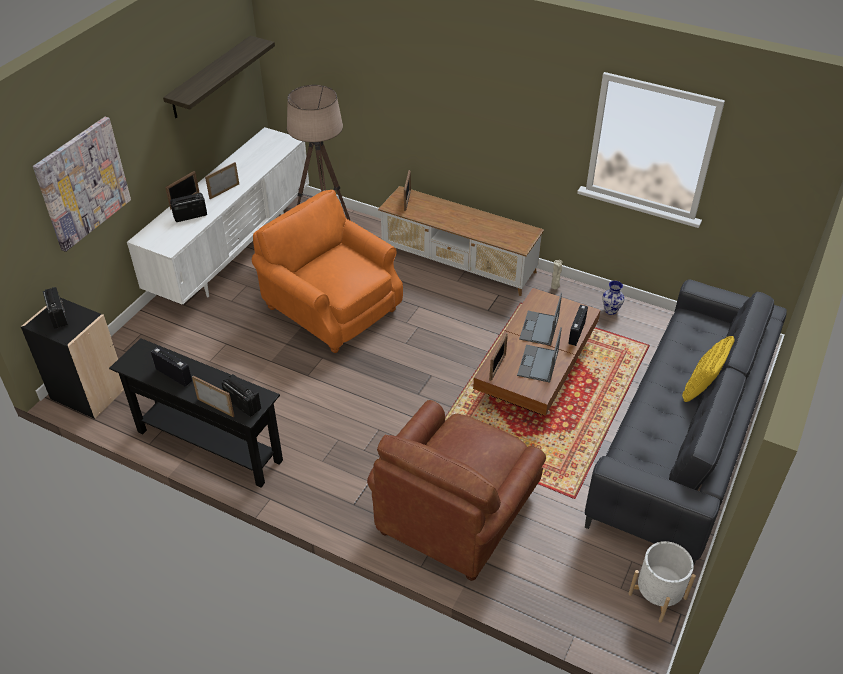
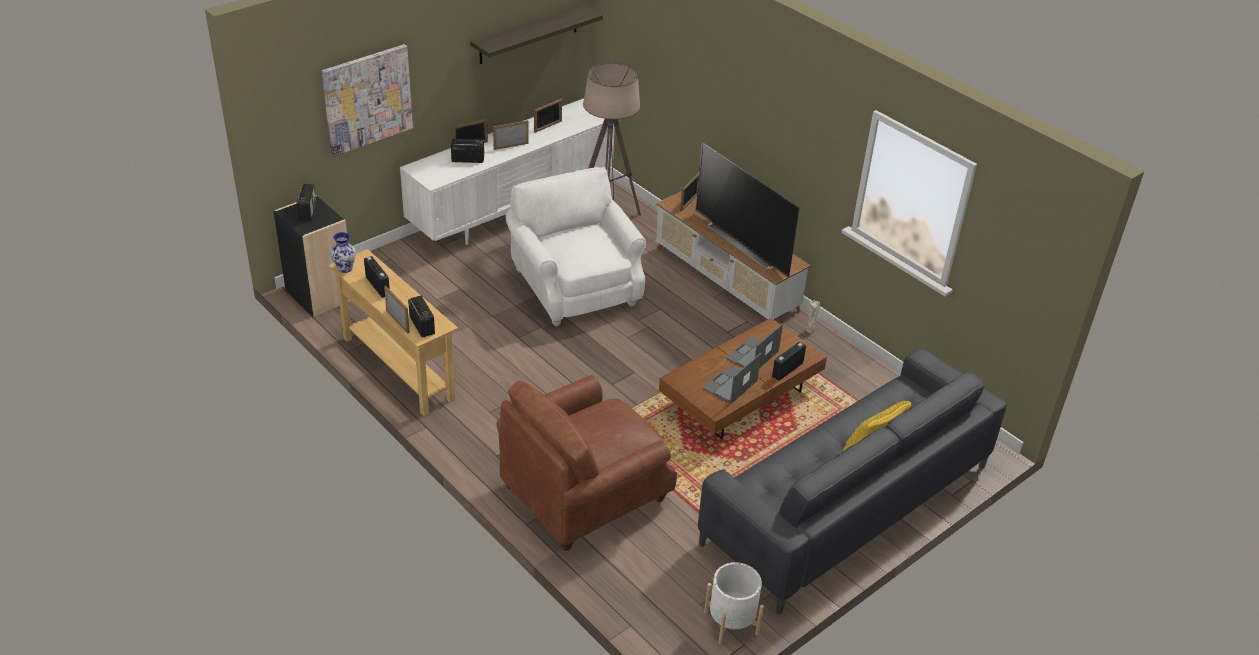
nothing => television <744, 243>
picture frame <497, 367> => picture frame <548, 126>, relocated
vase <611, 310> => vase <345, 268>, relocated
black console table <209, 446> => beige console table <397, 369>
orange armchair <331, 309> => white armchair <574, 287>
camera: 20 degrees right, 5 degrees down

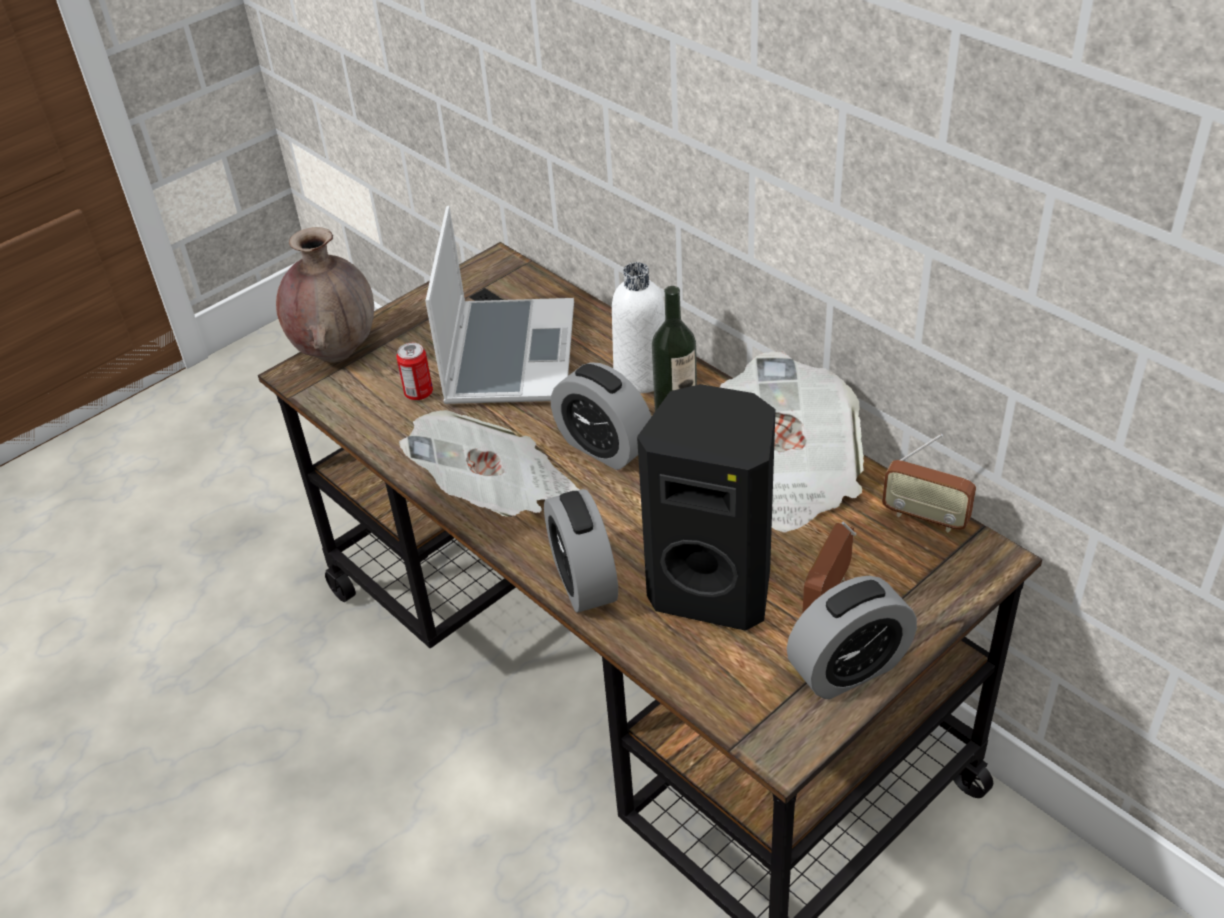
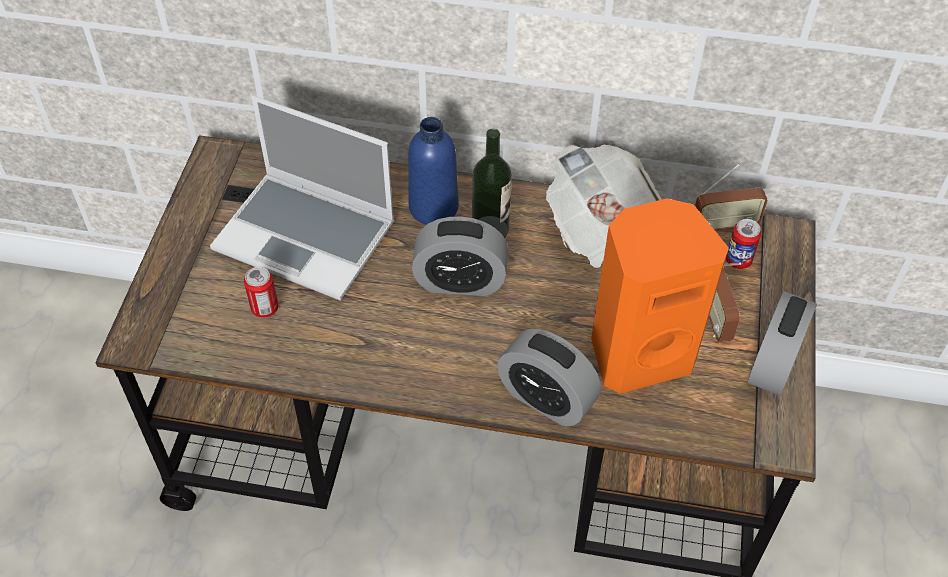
brown vase <336, 351> => nothing
newspaper <497, 495> => nothing
nothing => can <738, 260>
white bottle <641, 376> => blue bottle <433, 207>
black speaker <714, 587> => orange speaker <639, 353>
laptop <508, 353> => laptop <308, 236>, 150 degrees clockwise
camera: 40 degrees left, 10 degrees up

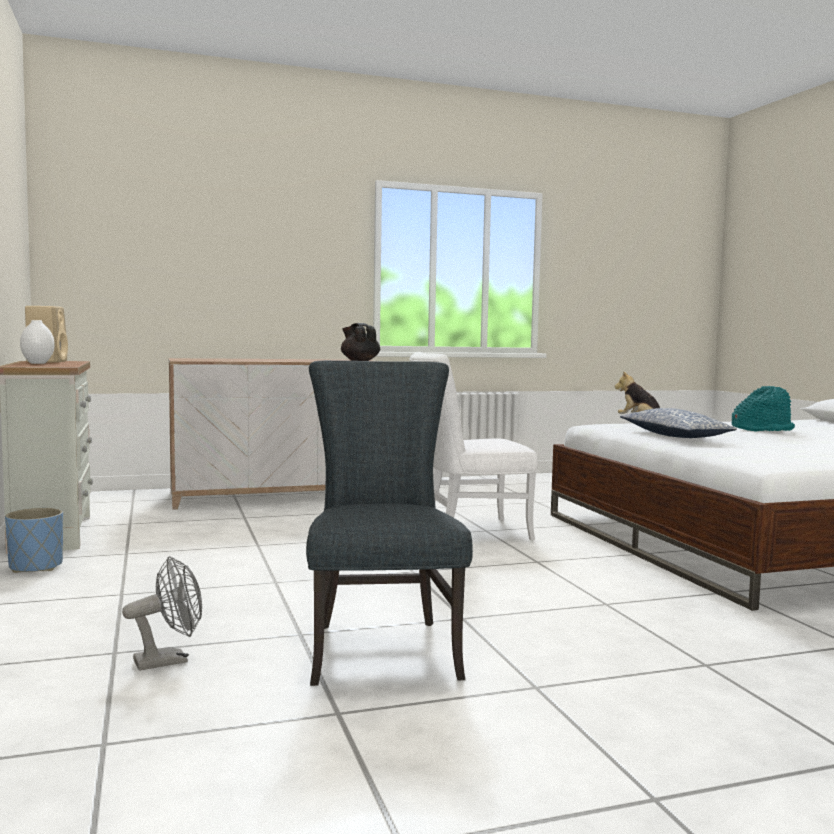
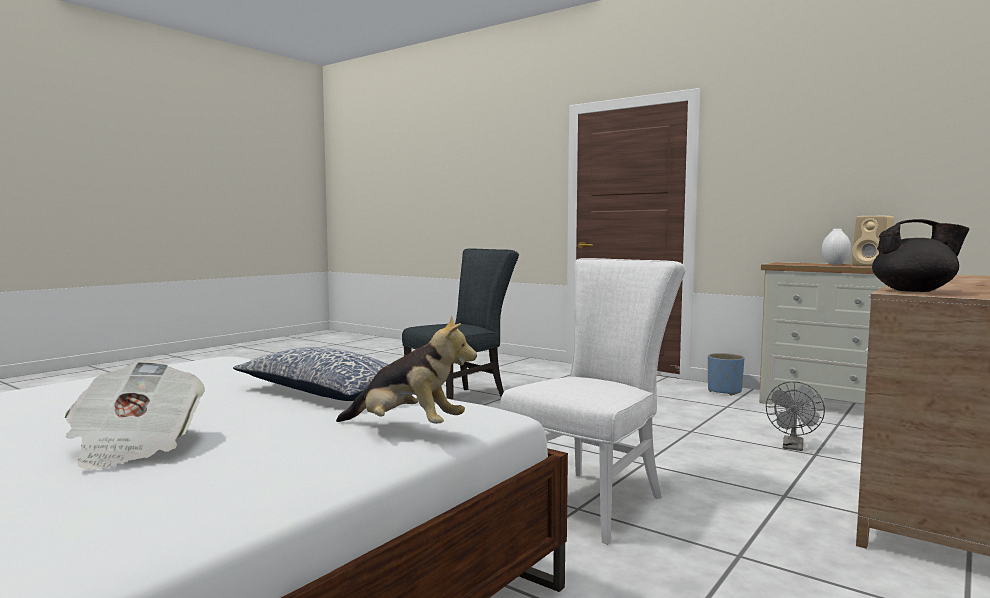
grey fan <169, 660> => grey fan <793, 447>, relocated
turquoise hat <762, 429> => newspaper <134, 446>
grey chair <381, 646> => grey chair <461, 400>, 90 degrees counterclockwise
camera: 145 degrees right, 0 degrees up

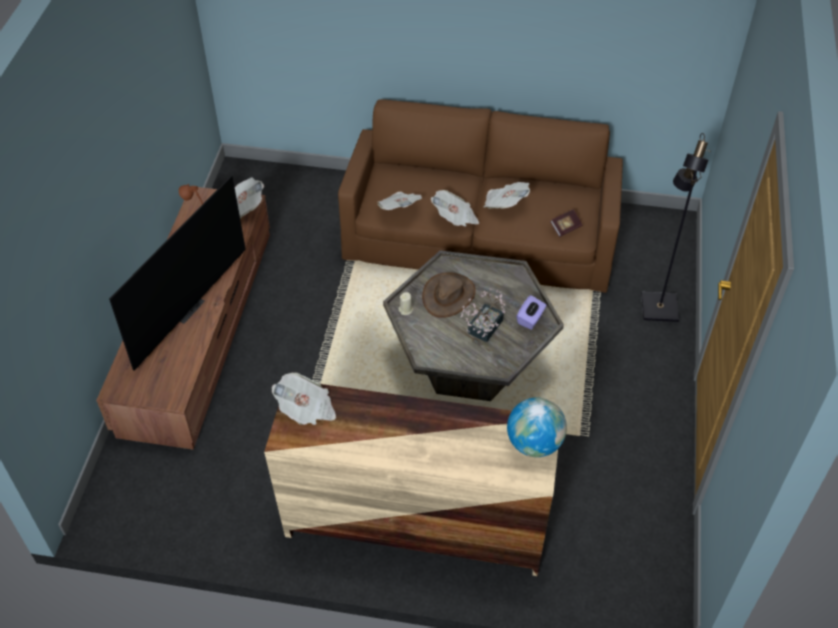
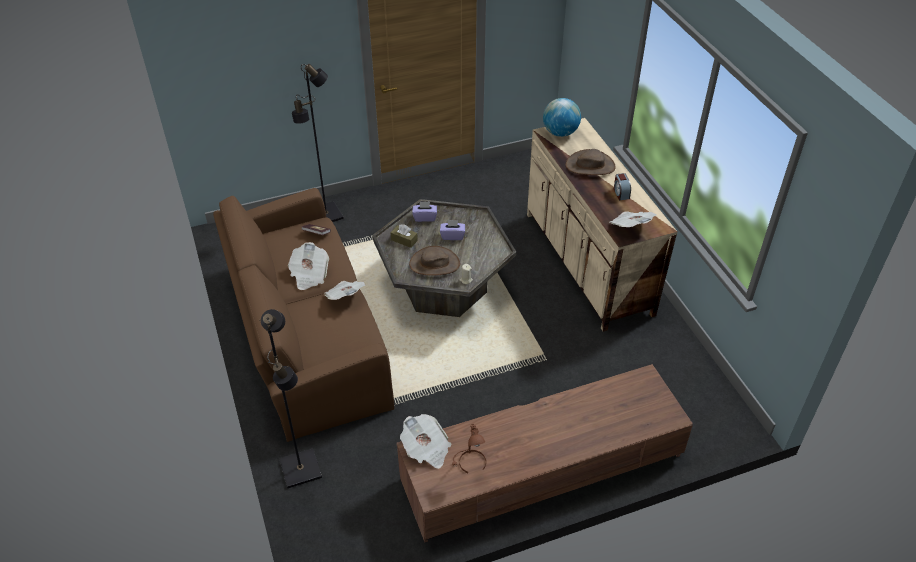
television <185, 307> => nothing
newspaper <399, 209> => nothing
nothing => black floor lamp <300, 469>
nothing => brown tissue box <404, 240>
nothing => brown hat <590, 165>
nothing => alarm clock <621, 193>
potted plant <482, 329> => purple tissue box <452, 236>
camera: 120 degrees left, 5 degrees down

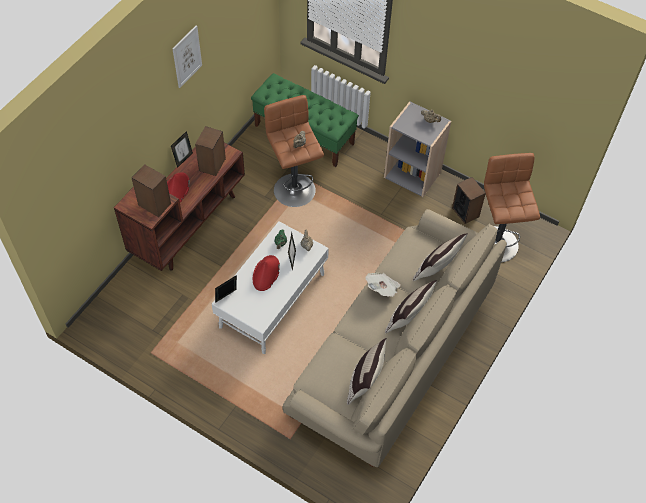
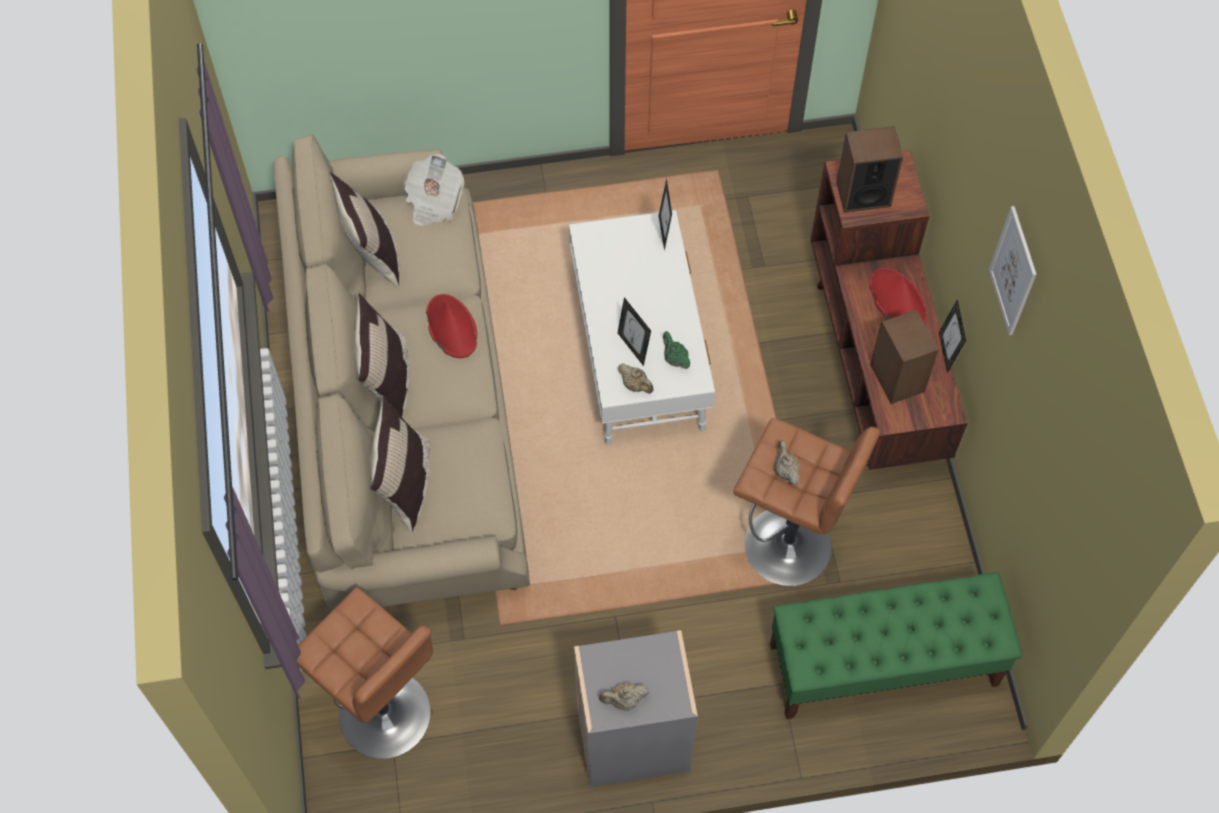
speaker <465, 212> => nothing
red hat <266, 273> => red hat <451, 327>, relocated
newspaper <383, 289> => newspaper <434, 201>, relocated
camera: 140 degrees right, 5 degrees up

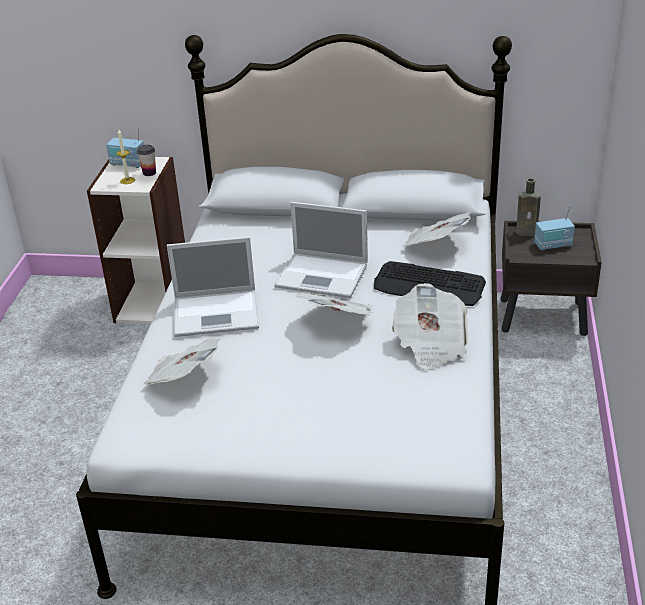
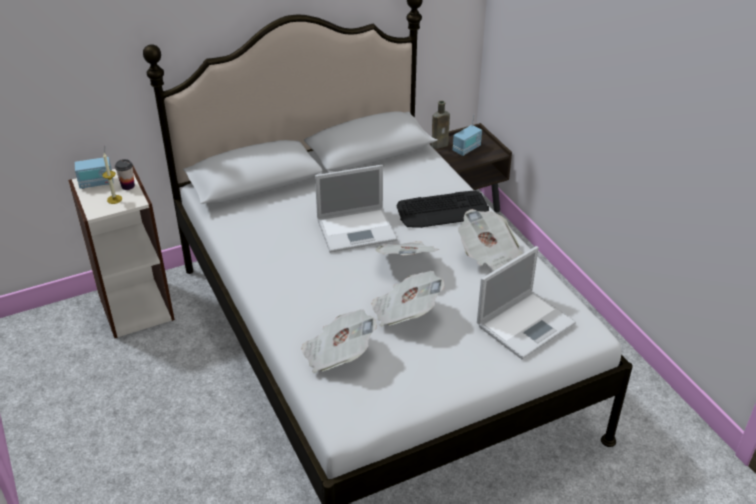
laptop <218, 313> => laptop <526, 323>, relocated
newspaper <435, 245> => newspaper <405, 312>, relocated
camera: 35 degrees left, 5 degrees up

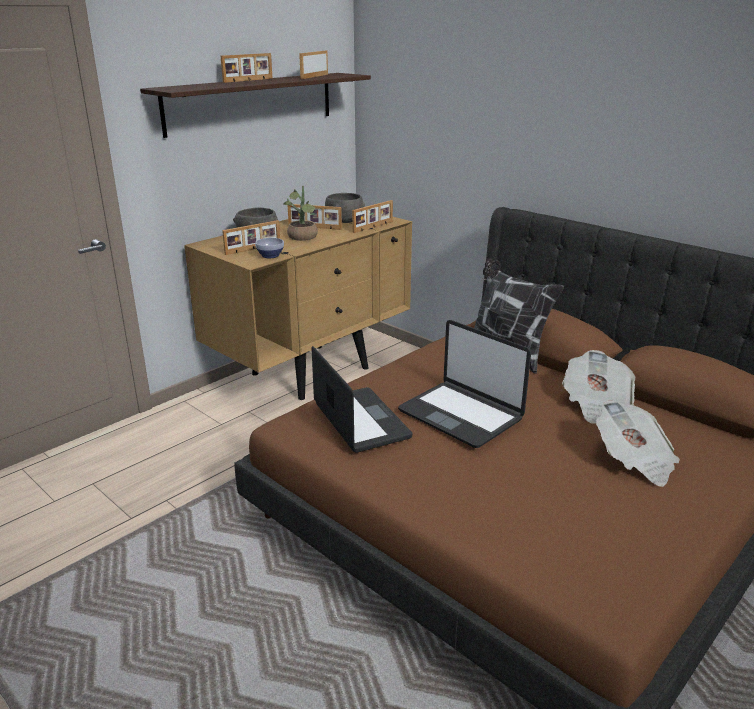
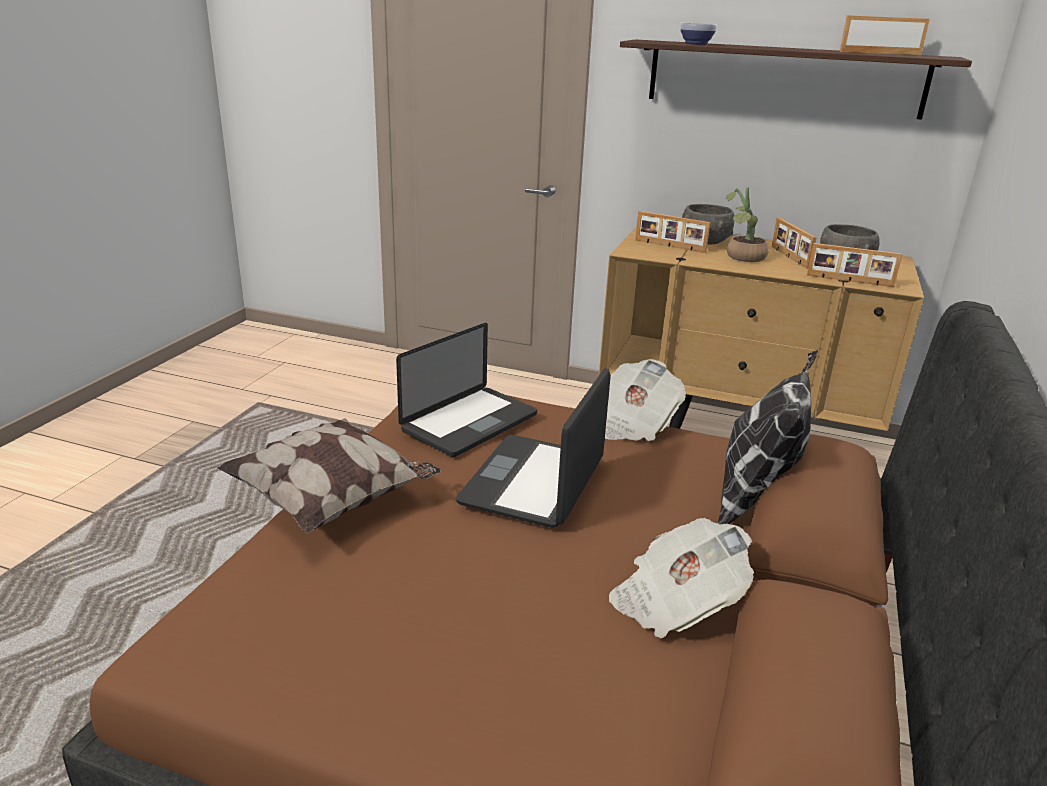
picture frame <249, 80> => nothing
nothing => pillow <333, 500>
bowl <270, 255> => bowl <697, 44>, relocated
newspaper <634, 461> => newspaper <633, 423>, relocated
camera: 65 degrees right, 0 degrees up

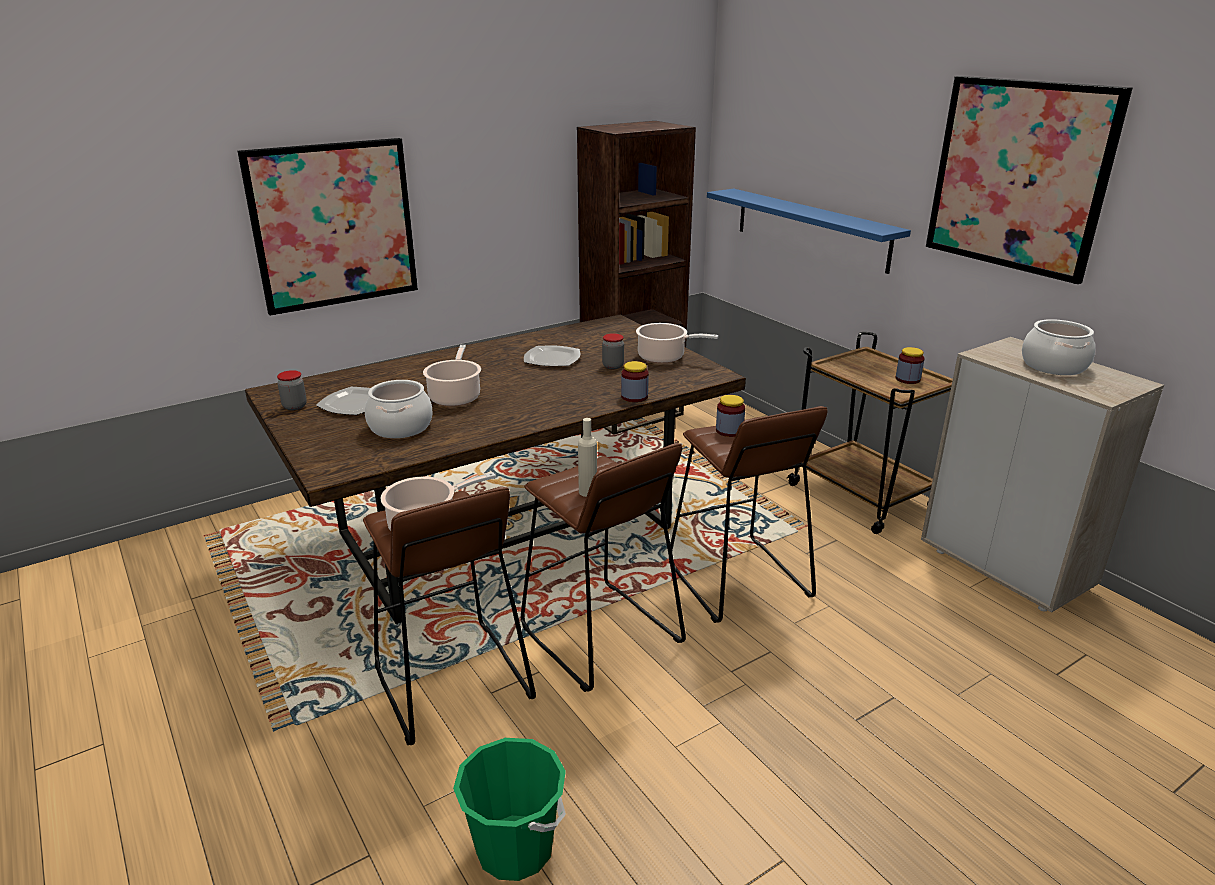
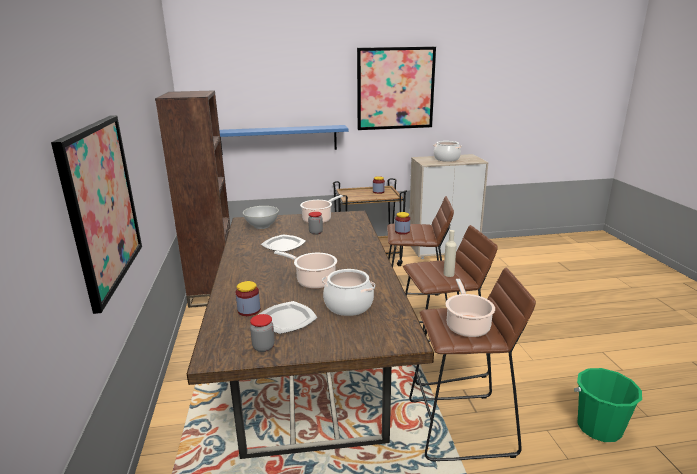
nothing => white bowl <262, 226>
jar <634, 397> => jar <249, 310>, relocated
camera: 65 degrees left, 5 degrees down

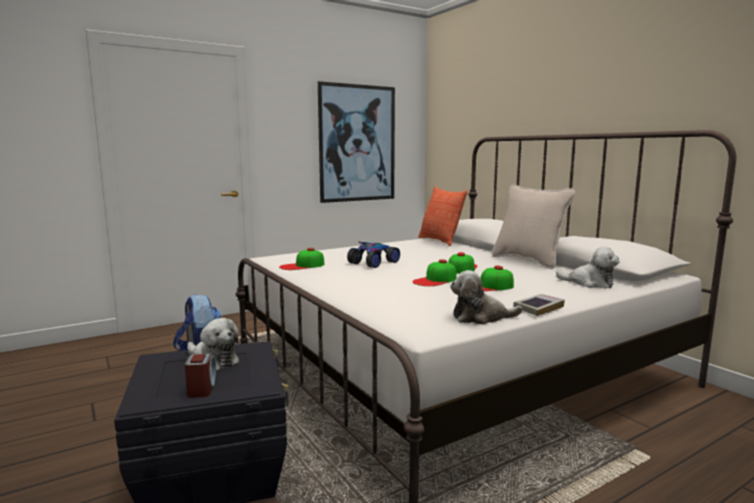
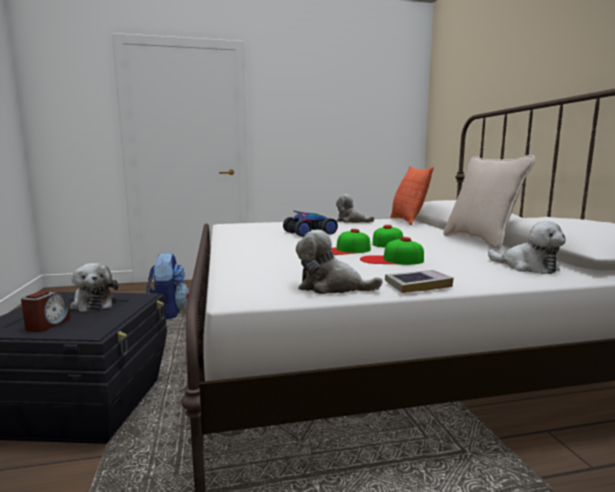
cap <302, 266> => nothing
picture <357, 143> => nothing
nothing => plush toy <352, 221>
camera: 20 degrees right, 0 degrees up

